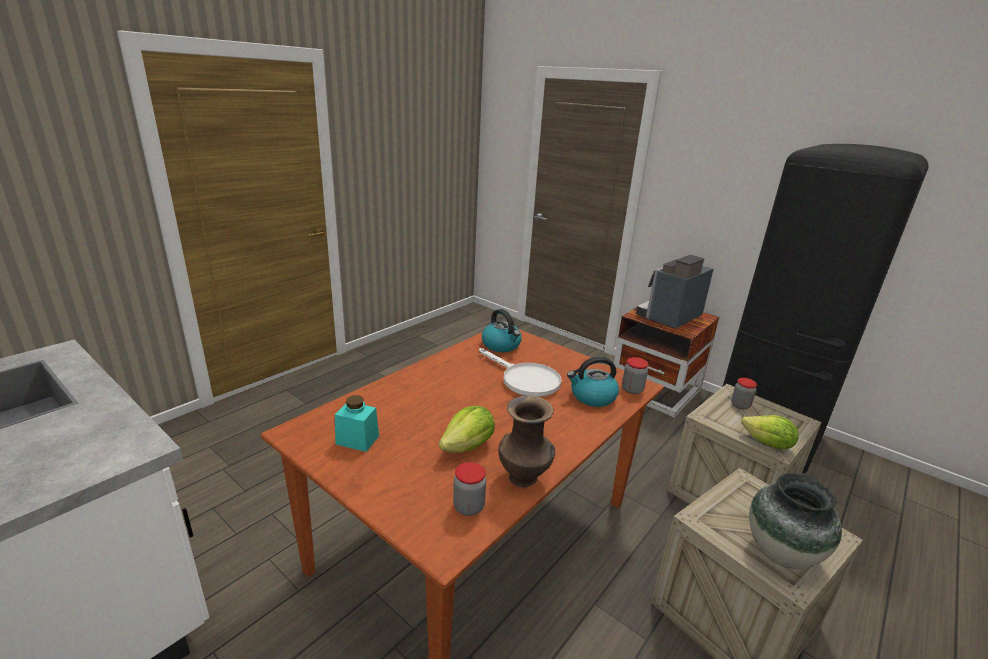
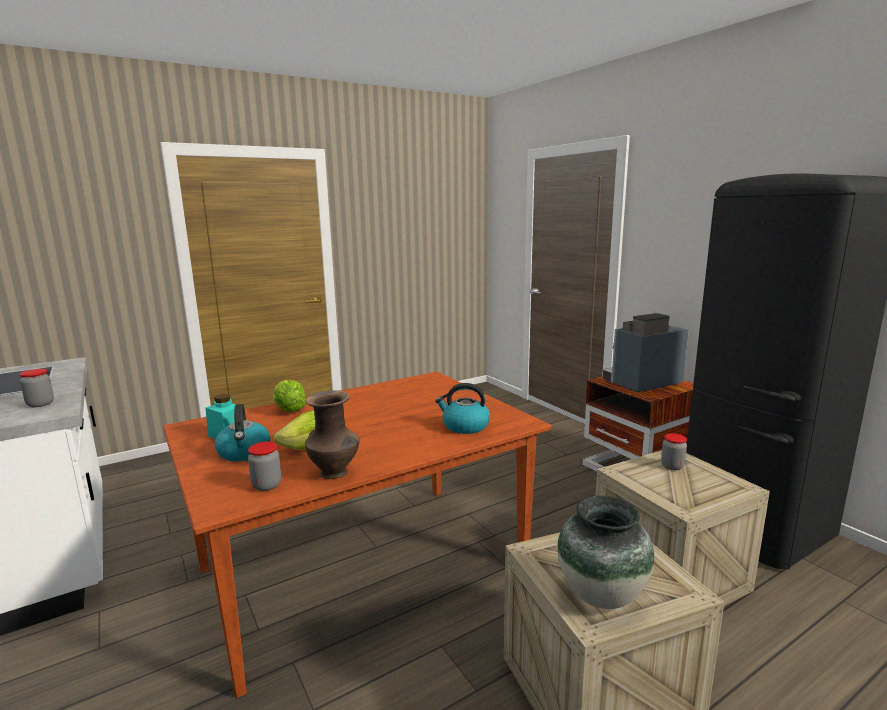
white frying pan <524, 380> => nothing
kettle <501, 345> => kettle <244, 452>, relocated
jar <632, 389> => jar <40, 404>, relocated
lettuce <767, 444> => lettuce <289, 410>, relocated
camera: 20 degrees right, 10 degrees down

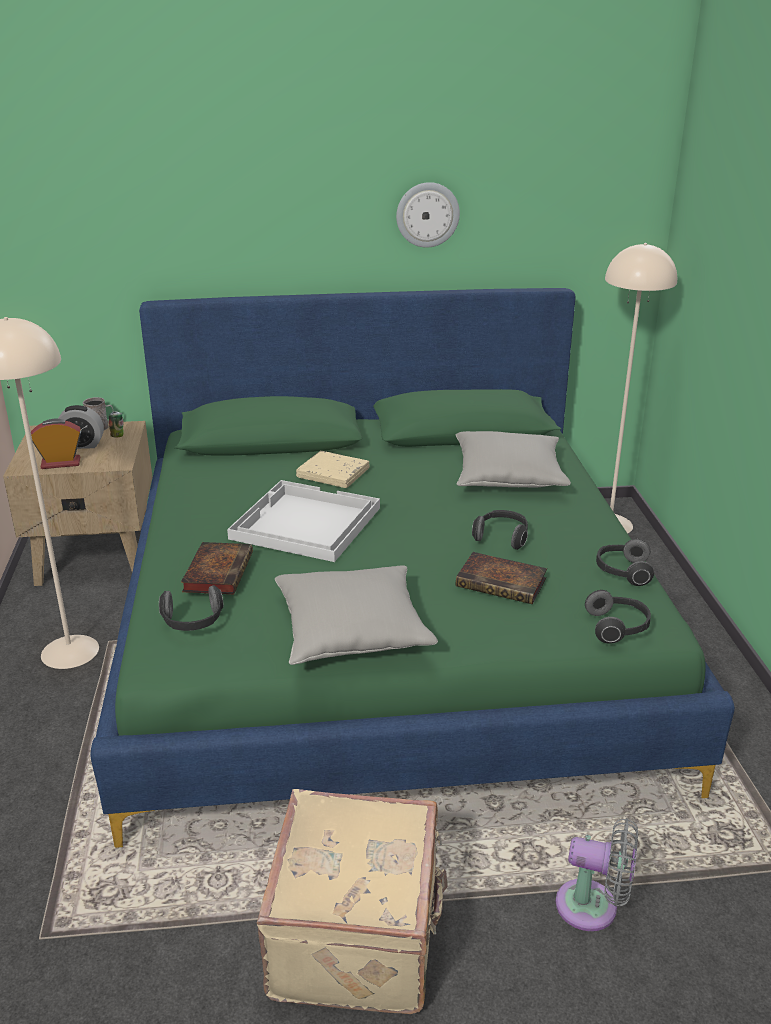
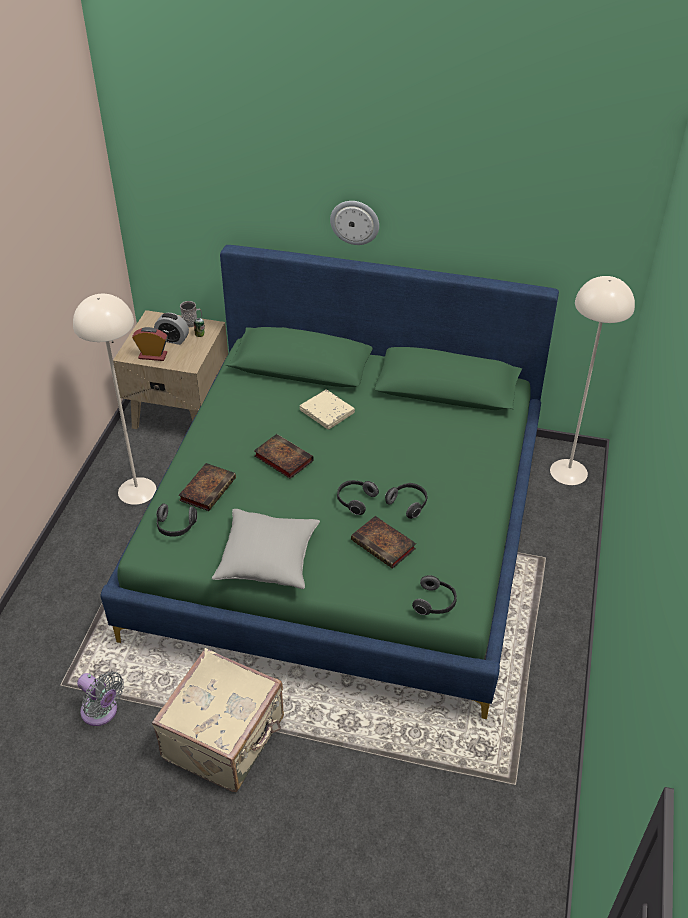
grey pillow <508, 476> => nothing
wall clock <427, 214> => wall clock <355, 222>, relocated
grey fan <593, 907> => grey fan <102, 712>, relocated
headphones <622, 572> => headphones <355, 501>, relocated
white tray <304, 523> => book <282, 458>
camera: 20 degrees right, 15 degrees up

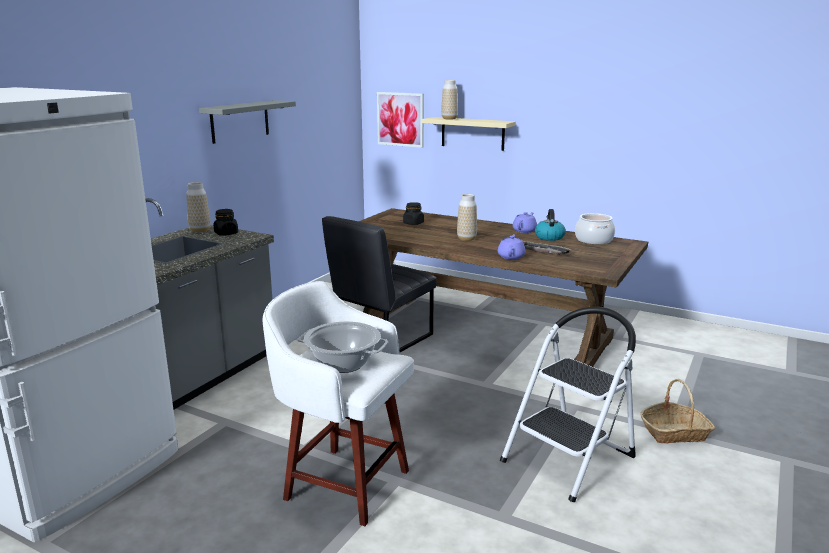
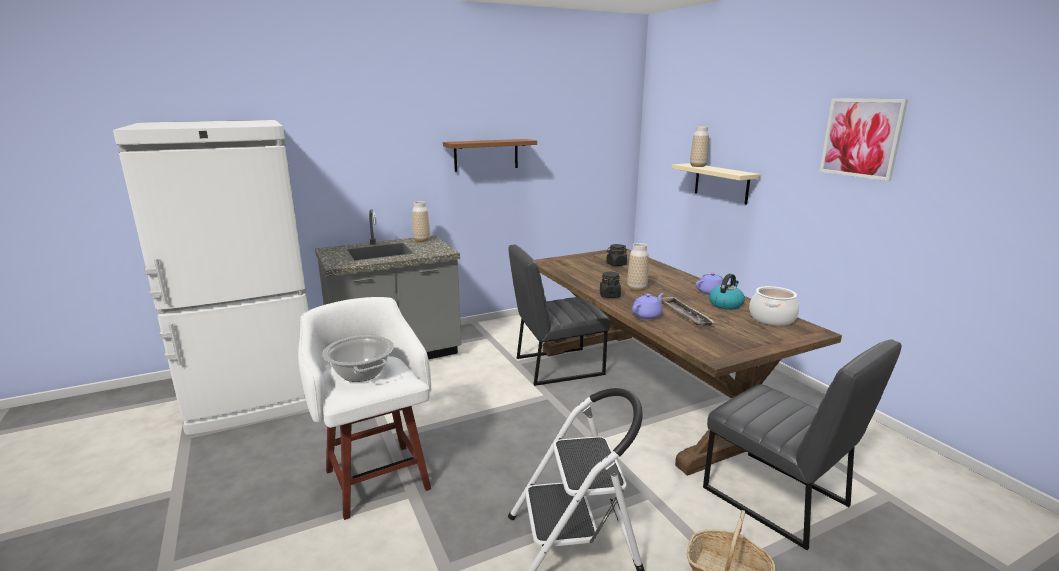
nothing => grey chair <778, 499>
black jar <226, 233> => black jar <609, 295>, relocated
picture <400, 119> => picture <861, 138>, relocated
grey shelf <240, 121> => brown shelf <486, 155>
camera: 35 degrees right, 0 degrees up

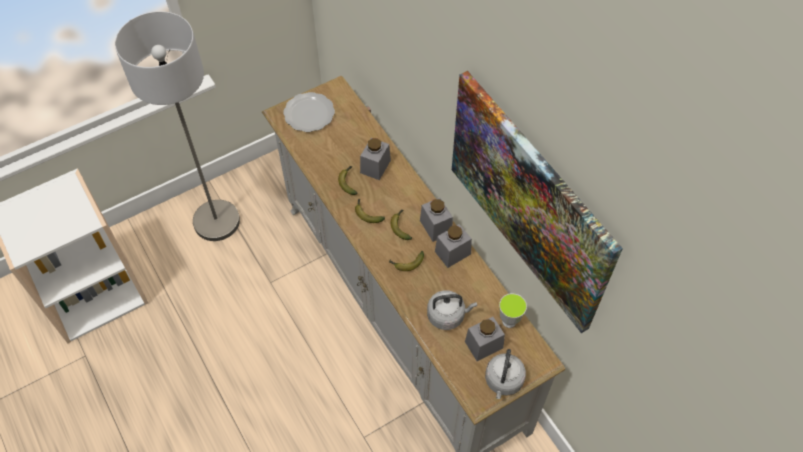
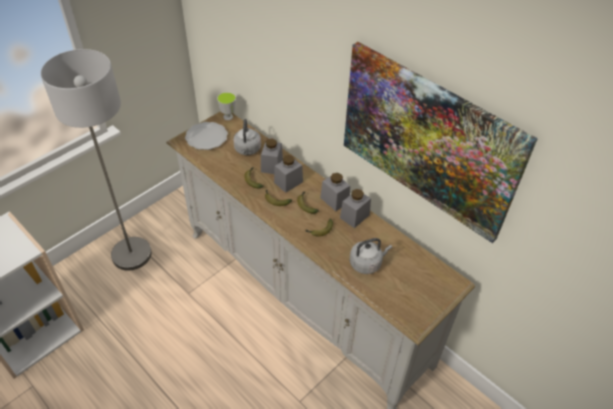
grey jar <483, 345> => grey jar <288, 182>, relocated
grey kettle <503, 382> => grey kettle <247, 150>, relocated
cup <509, 321> => cup <228, 117>, relocated
camera: 15 degrees left, 10 degrees down

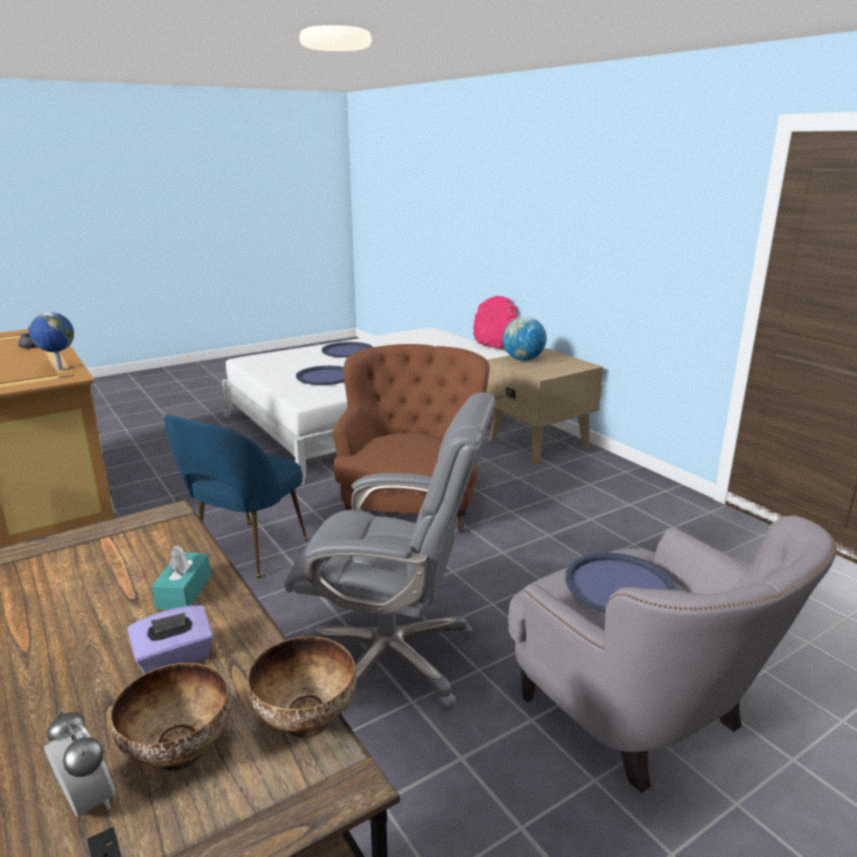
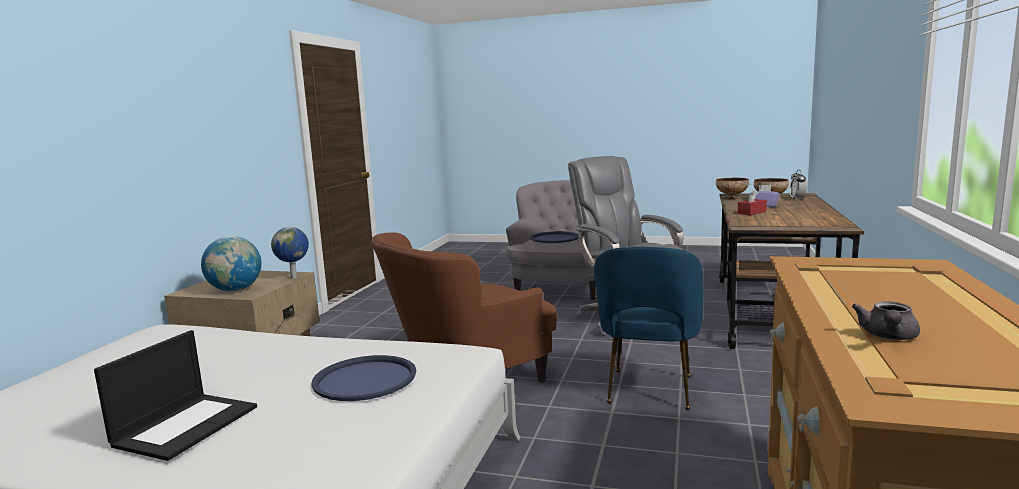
pink pillow <494, 346> => nothing
globe <58, 369> => globe <294, 277>, relocated
blue tray <347, 351> => laptop <186, 425>
turquoise tissue box <184, 591> => red tissue box <751, 212>
blue chair <246, 553> => blue chair <649, 393>, 120 degrees clockwise
camera: 130 degrees left, 10 degrees down

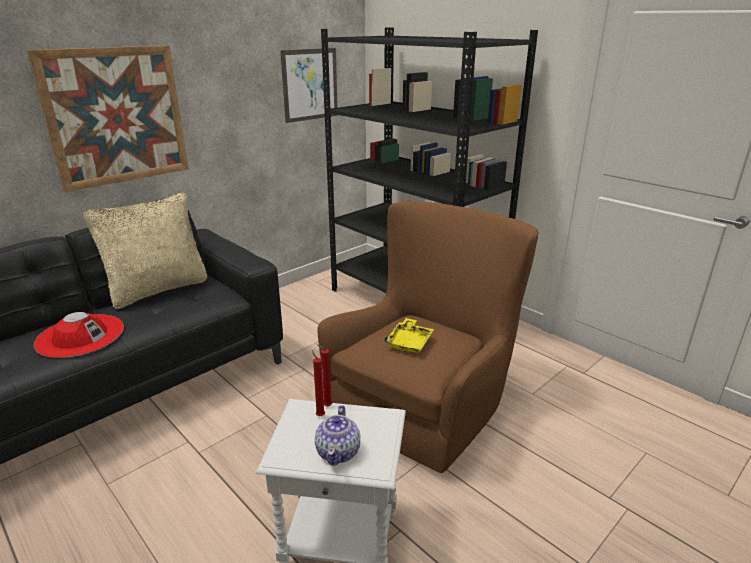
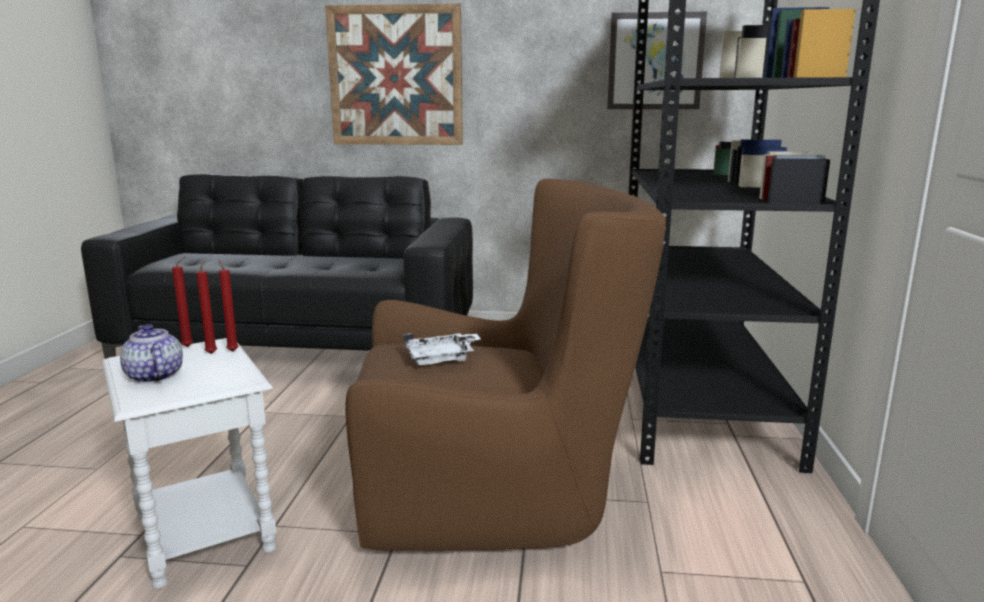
red hat <80, 336> => nothing
beige pillow <160, 291> => nothing
nothing => red candle <189, 346>
yellow tray <409, 342> => white tray <441, 359>
teapot <338, 452> => teapot <154, 376>, 90 degrees clockwise
camera: 50 degrees right, 10 degrees down

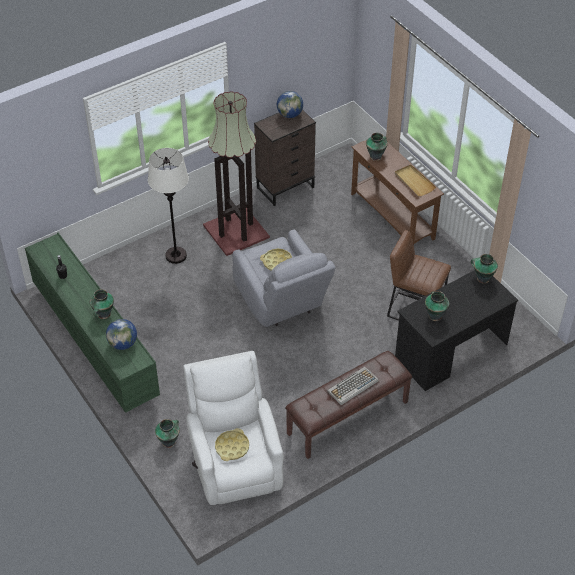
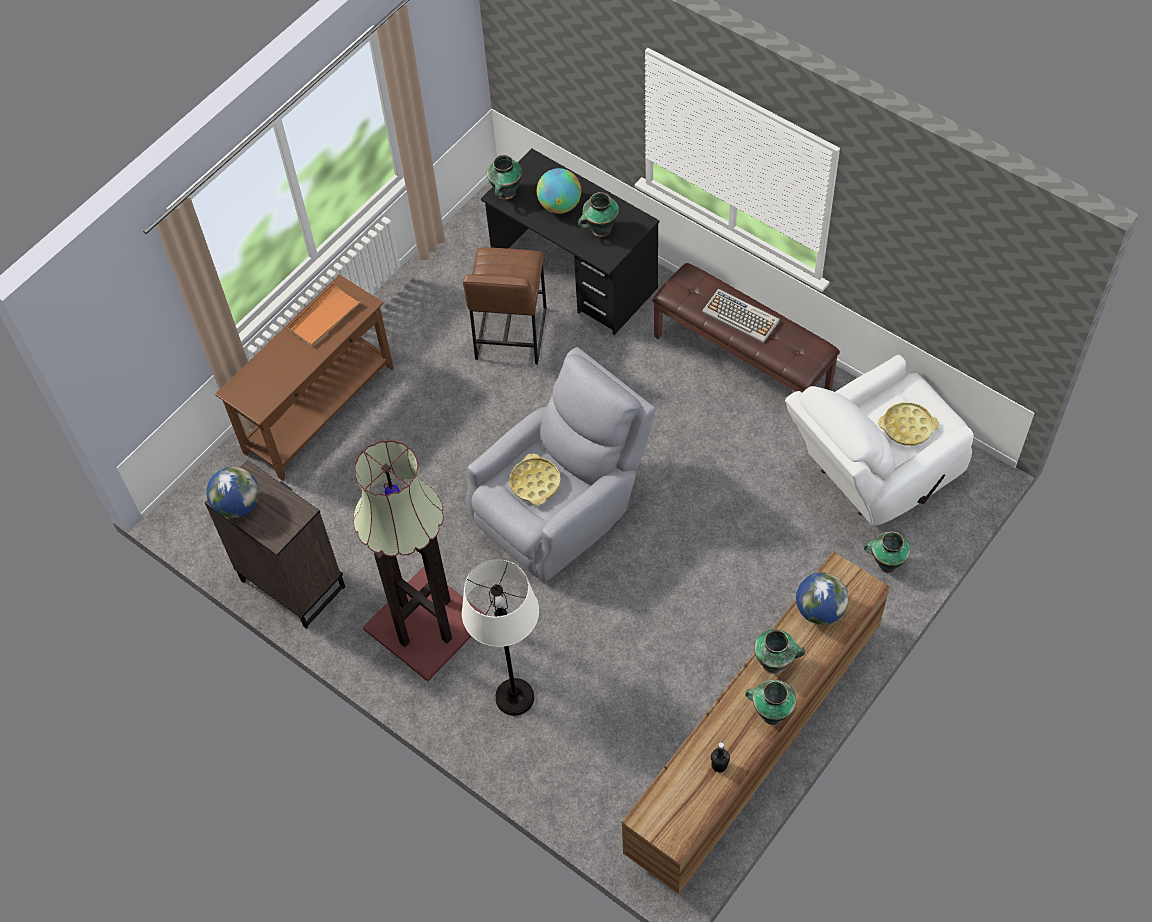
nothing => globe <560, 205>
vase <376, 156> => vase <770, 713>, relocated
green cabinet <95, 343> => brown cabinet <755, 744>
beige tray <414, 182> => orange tray <324, 317>
camera: 105 degrees left, 10 degrees up

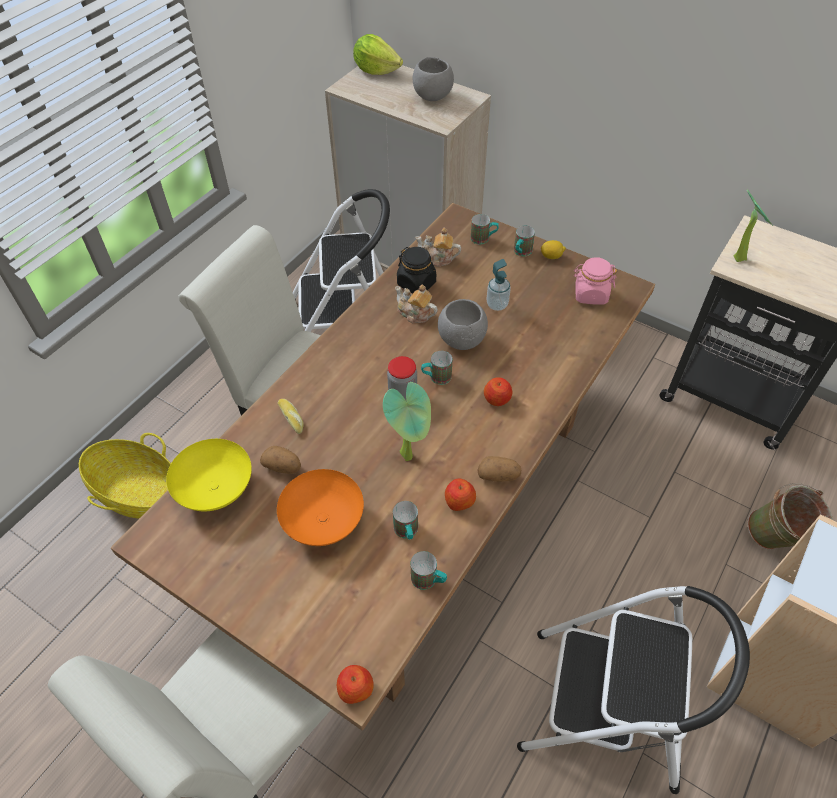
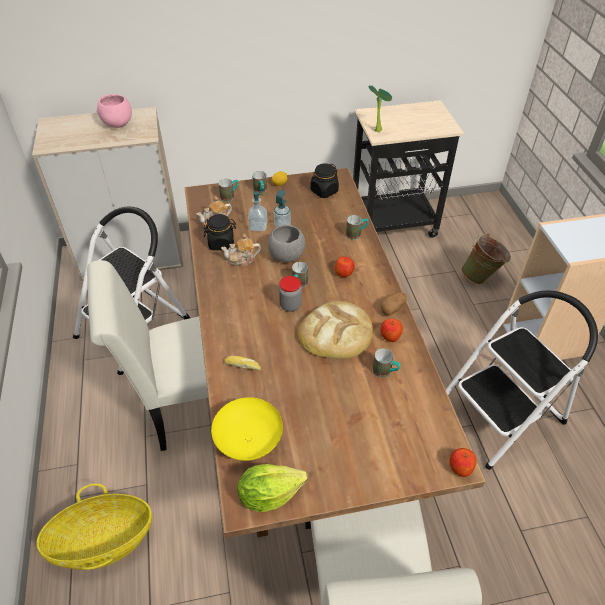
potato <283, 467> => nothing
orange bowl <322, 521> => nothing
nothing => soap dispenser <258, 226>
lettuce <376, 70> => lettuce <269, 494>, relocated
mug <429, 580> => mug <356, 234>, relocated
potted plant <410, 455> => bread <336, 333>
grey bowl <432, 96> => pink bowl <118, 124>
pink jar <590, 294> => black jar <324, 191>
camera: 45 degrees left, 5 degrees down

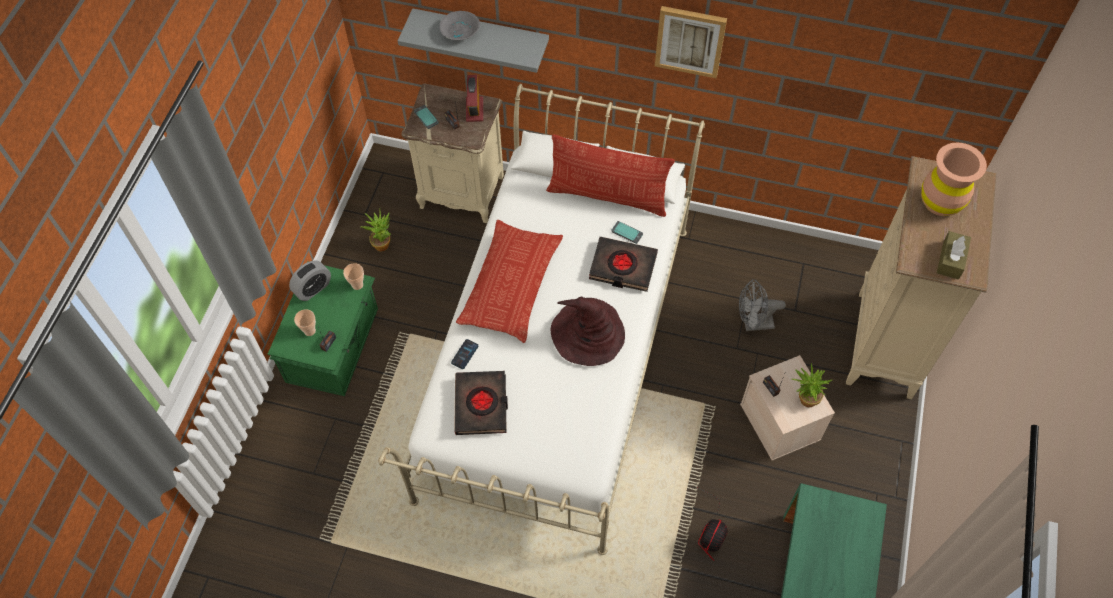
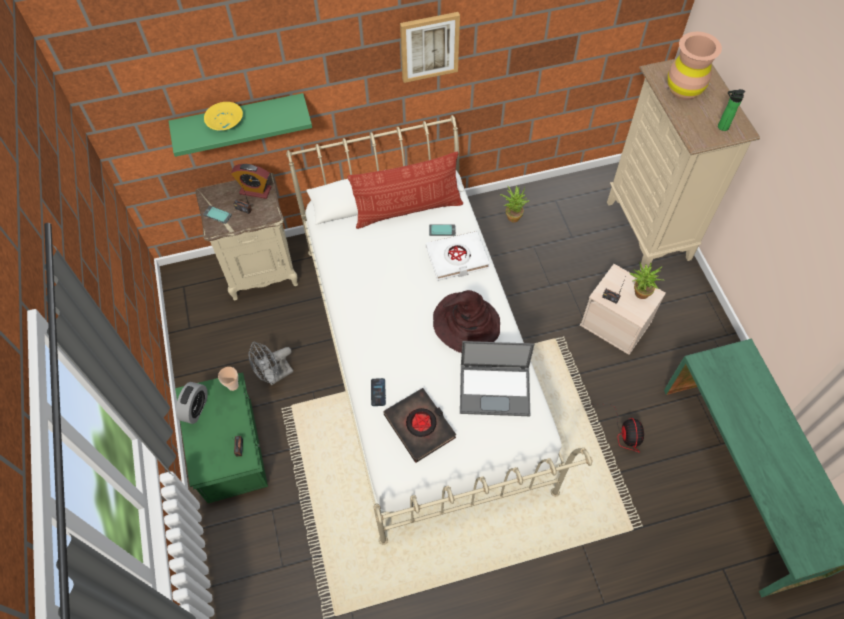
cup <309, 331> => nothing
pillow <511, 284> => nothing
nothing => laptop <495, 389>
potted plant <382, 242> => potted plant <512, 215>, relocated
grey fan <753, 324> => grey fan <274, 376>, relocated
brown tissue box <951, 260> => bottle <721, 127>
grey shelf <481, 38> => green shelf <241, 122>
grey bowl <459, 32> => yellow bowl <224, 122>
black book <622, 267> => white book <457, 258>
alarm clock <474, 110> => alarm clock <255, 190>, 45 degrees counterclockwise
camera: 30 degrees left, 0 degrees up

